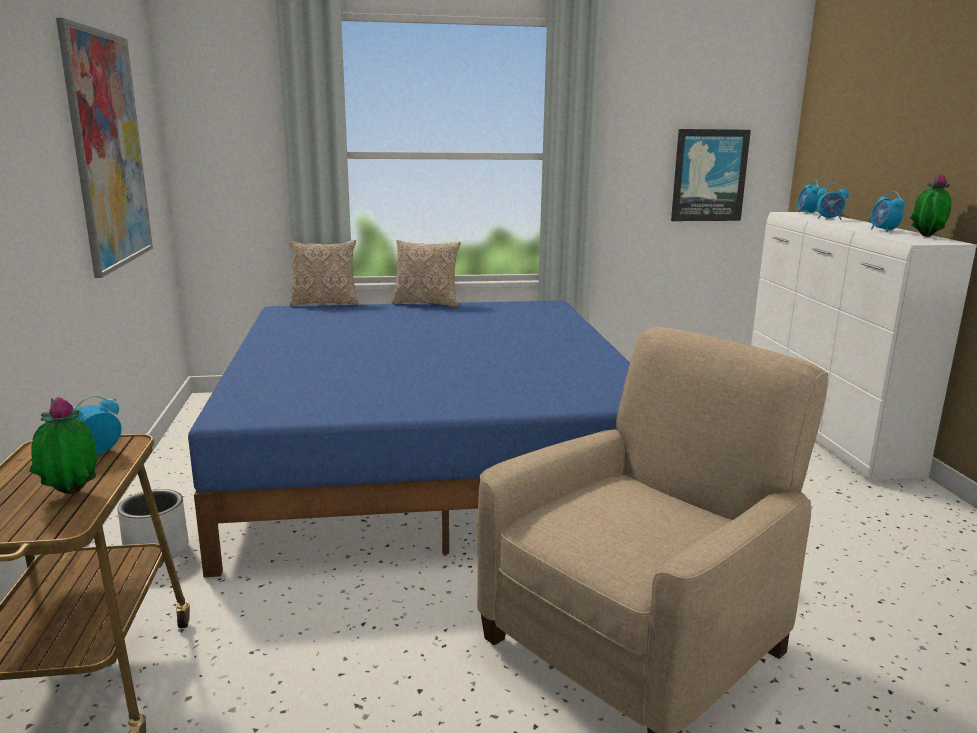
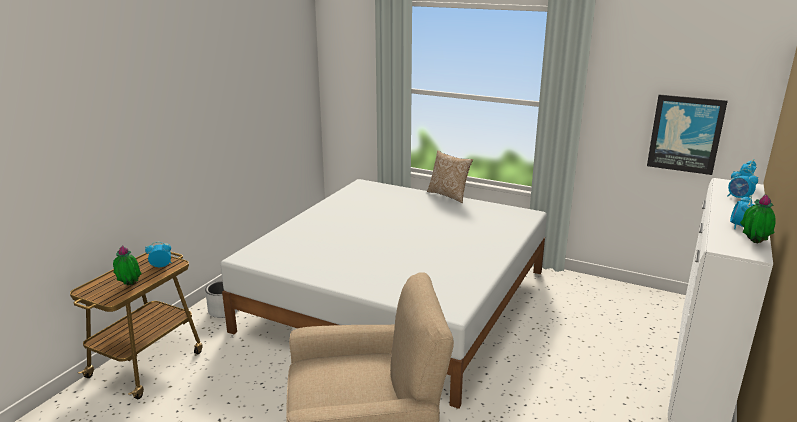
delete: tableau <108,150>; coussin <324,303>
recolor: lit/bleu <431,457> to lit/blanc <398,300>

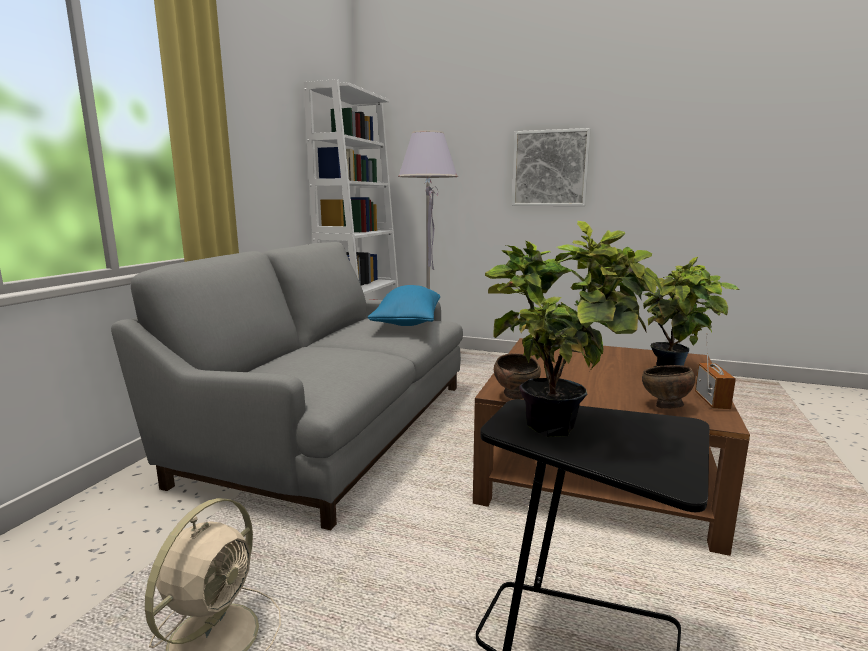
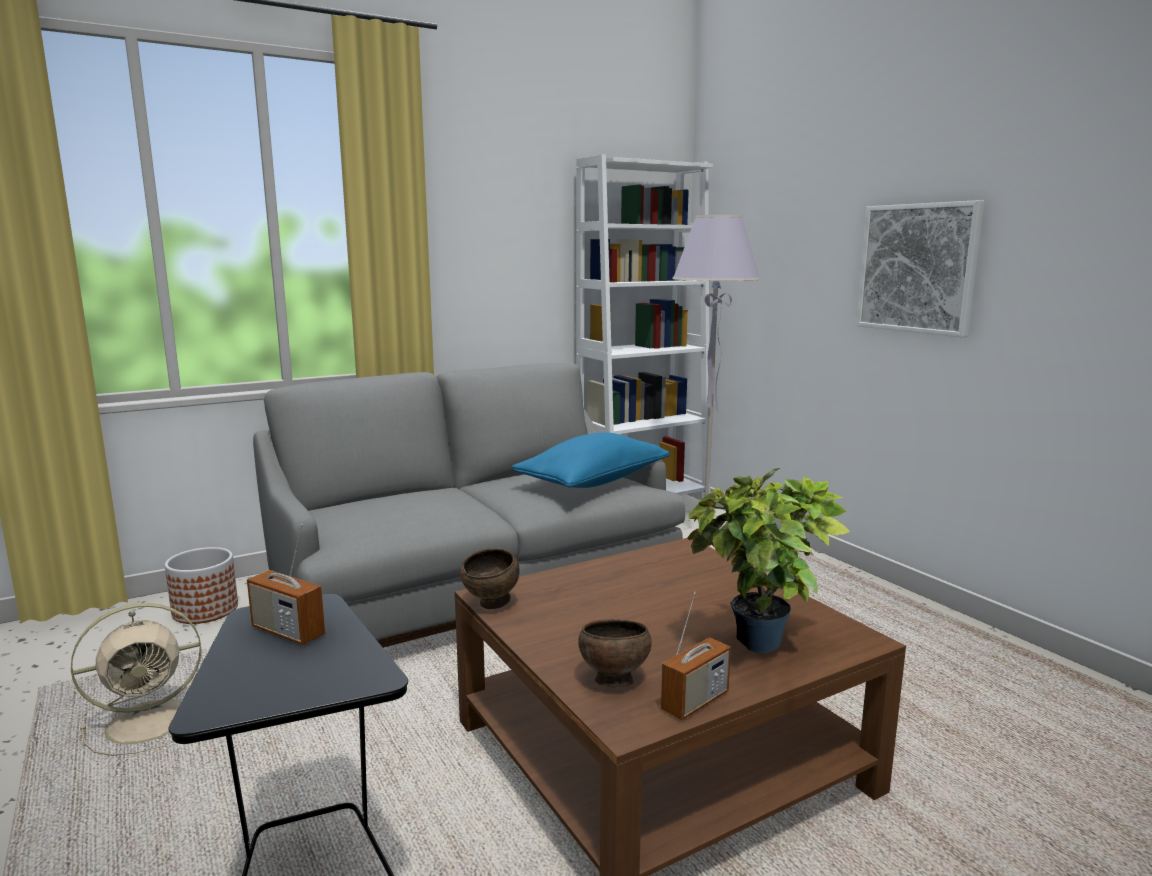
insert: cache-pot <206,610>
replace: plante en pot <562,426> to radio <288,632>

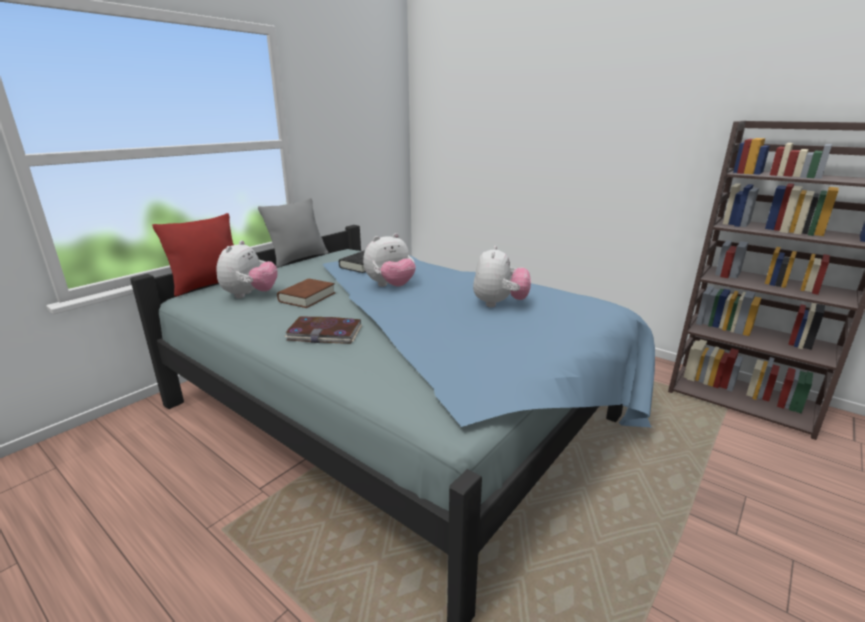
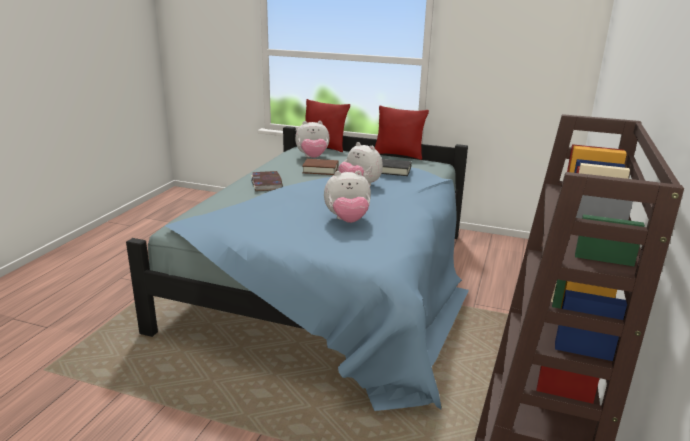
recolor: coussin/gris <298,259> to coussin/rouge <398,155>

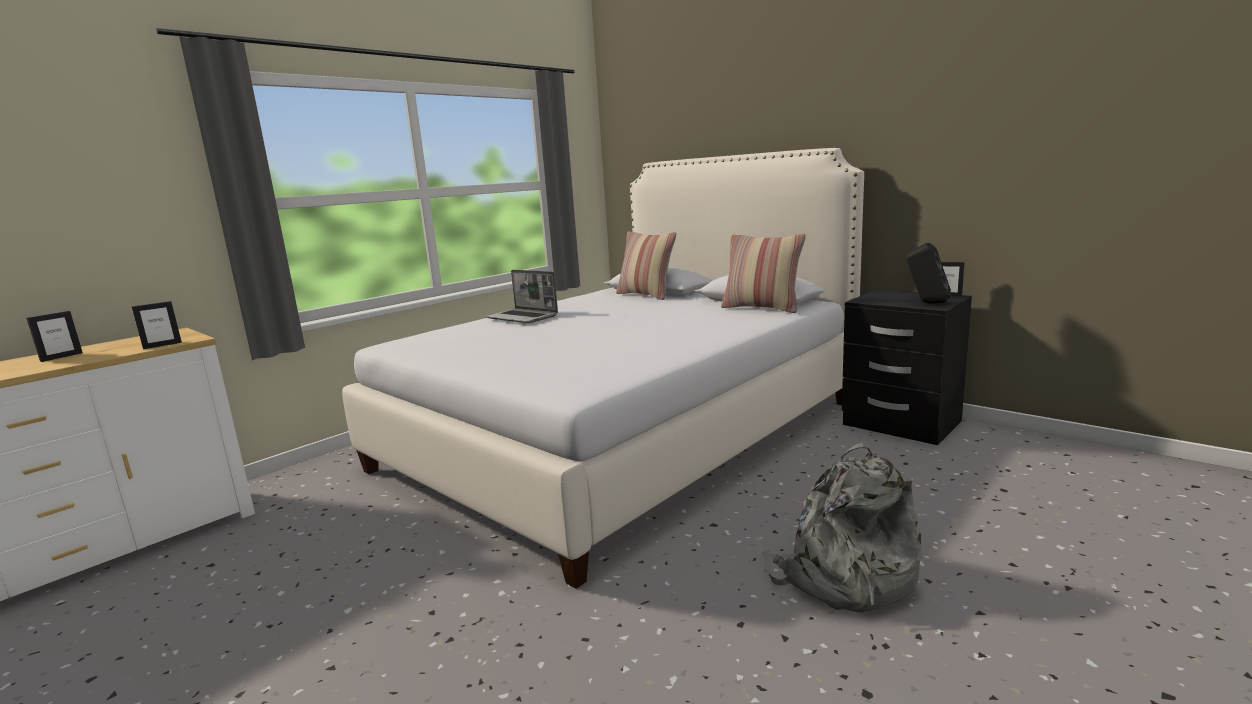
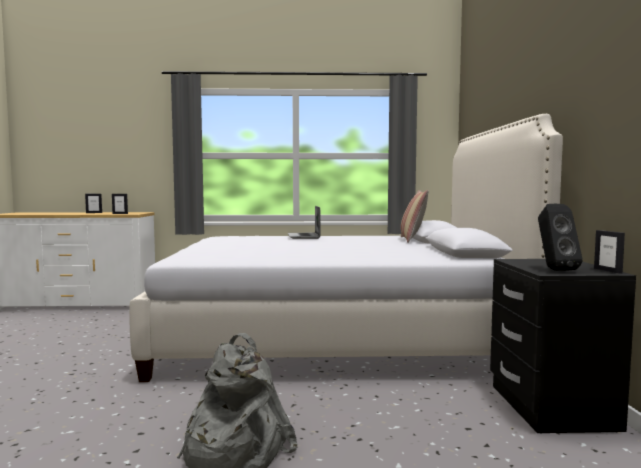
delete: coussin <762,308>

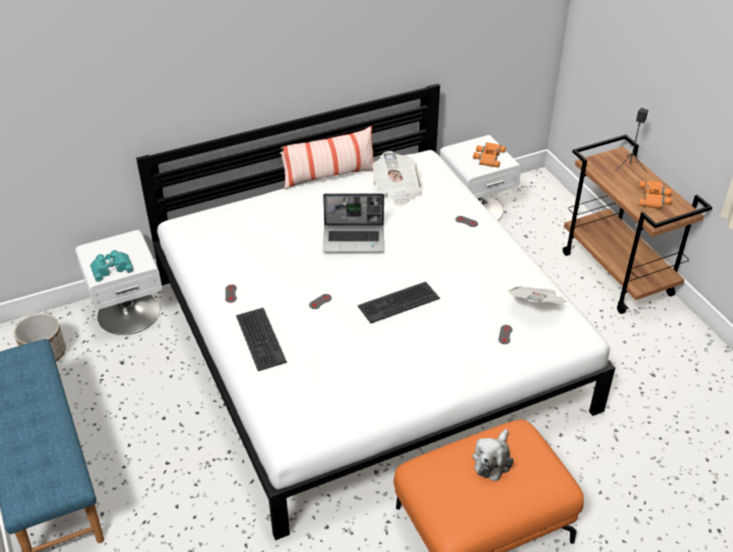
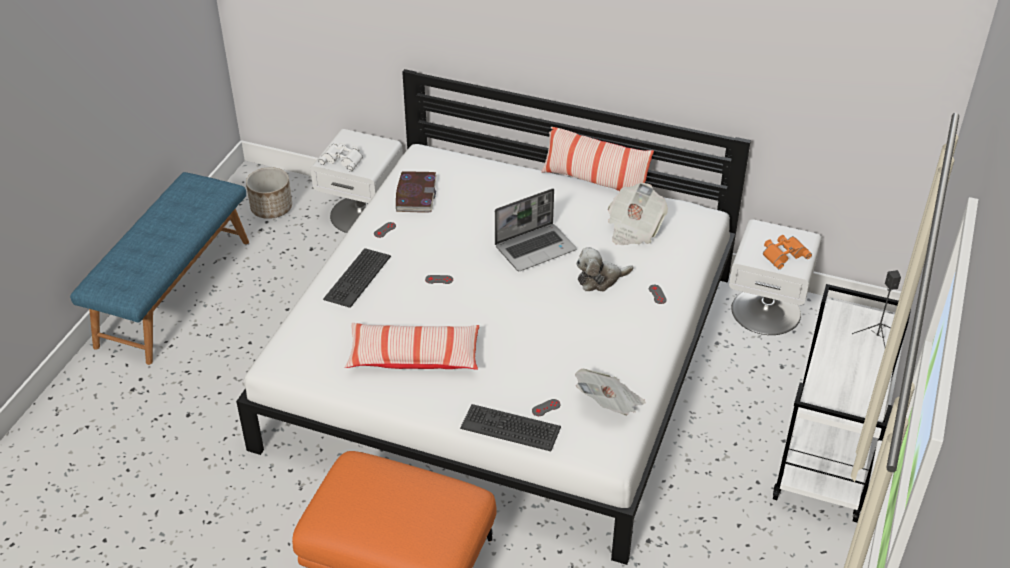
delete: jumelles/orange <654,198>
insert: livre <415,194>; coussin <414,357>
move: clavier <398,302> to <510,427>; peluche <492,460> to <600,279>
recolor: chariot/marron <618,274> to chariot/blanc <826,463>; jumelles/turquoise <111,267> to jumelles/blanc <343,159>
rotate: ordinateur portable <354,239> = <535,248> 75 degrees counterclockwise

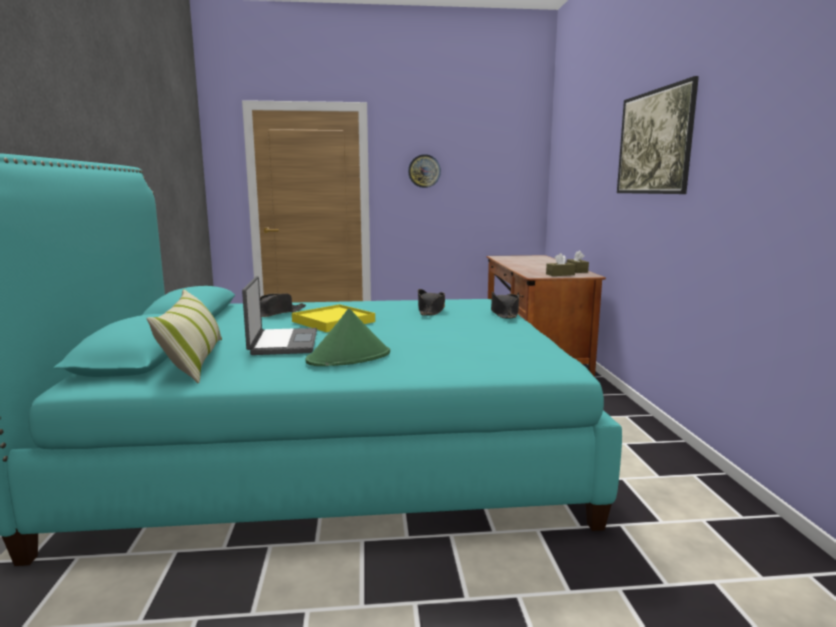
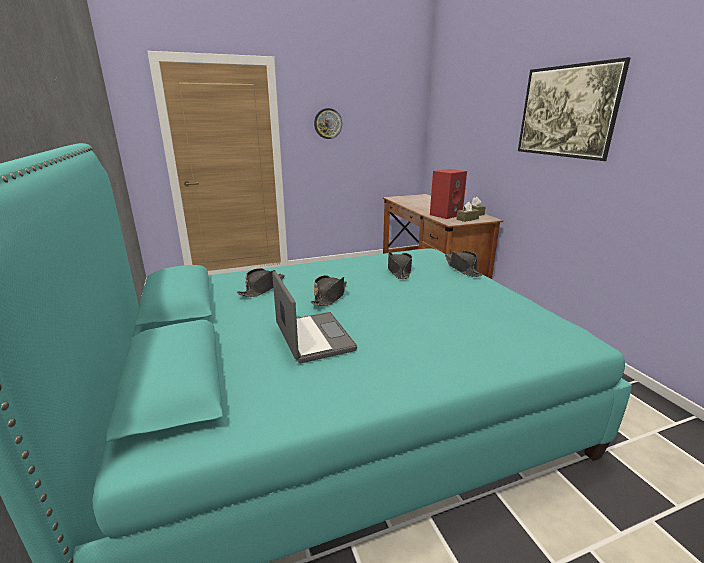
delete: coussin <194,360>; chapeau/vert <349,357>
insert: enceinte/rouge <445,215>
replace: plateau/jaune <333,322> to chapeau/noir <330,296>

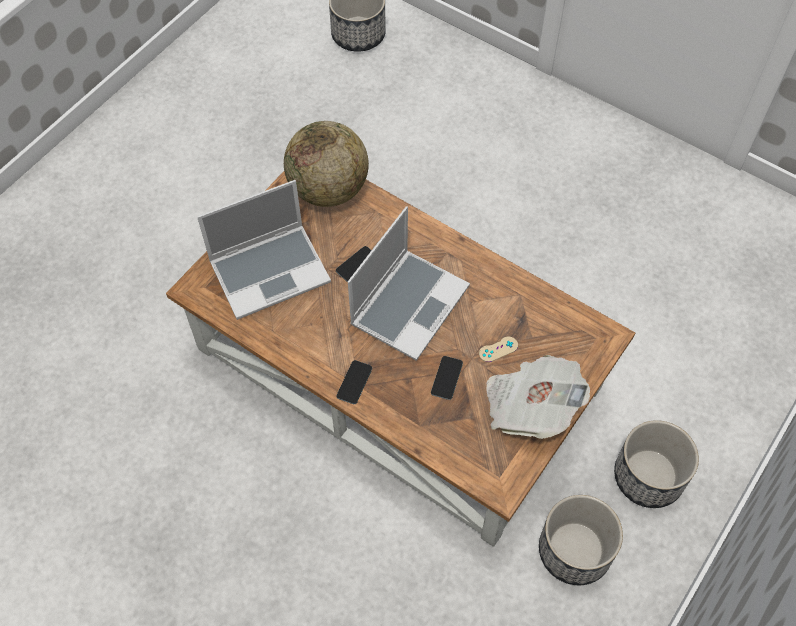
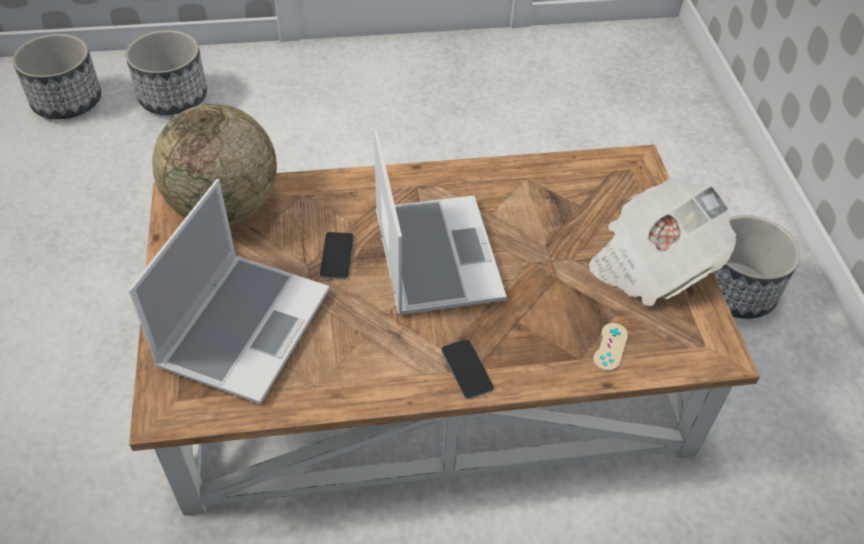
delete: téléphone <446,378>
move: manette/beige <498,349> to <610,347>; cache-pot <575,551> to <174,97>

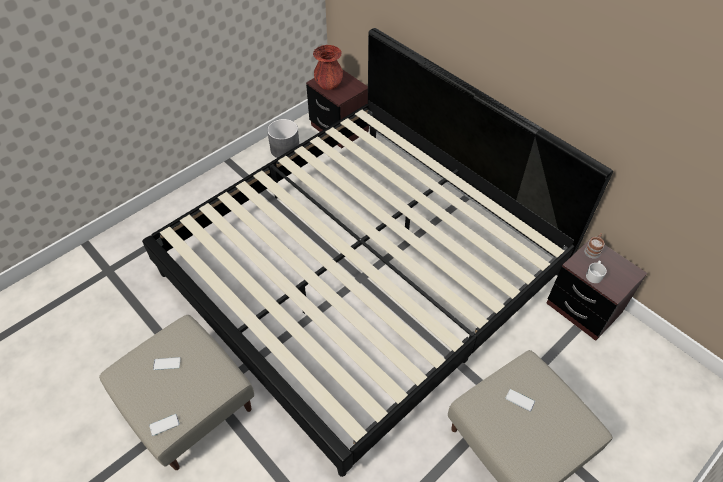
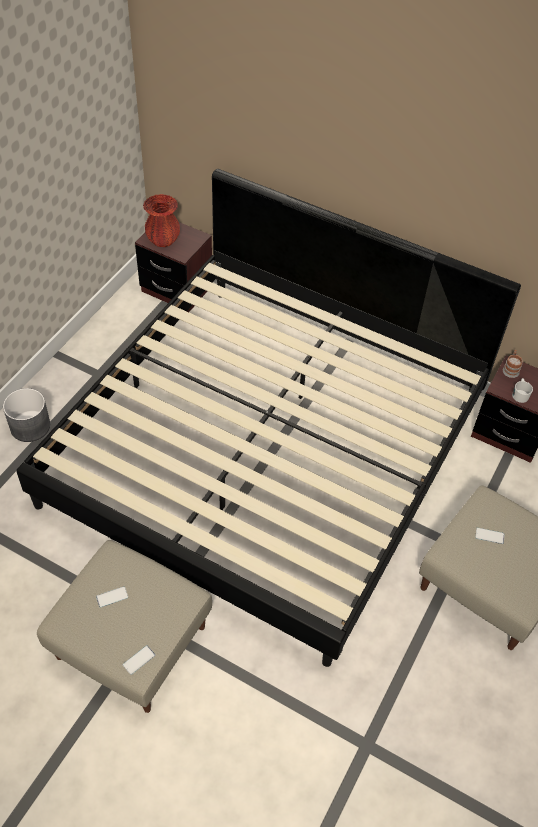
move: cache-pot/gris <285,149> to <30,426>

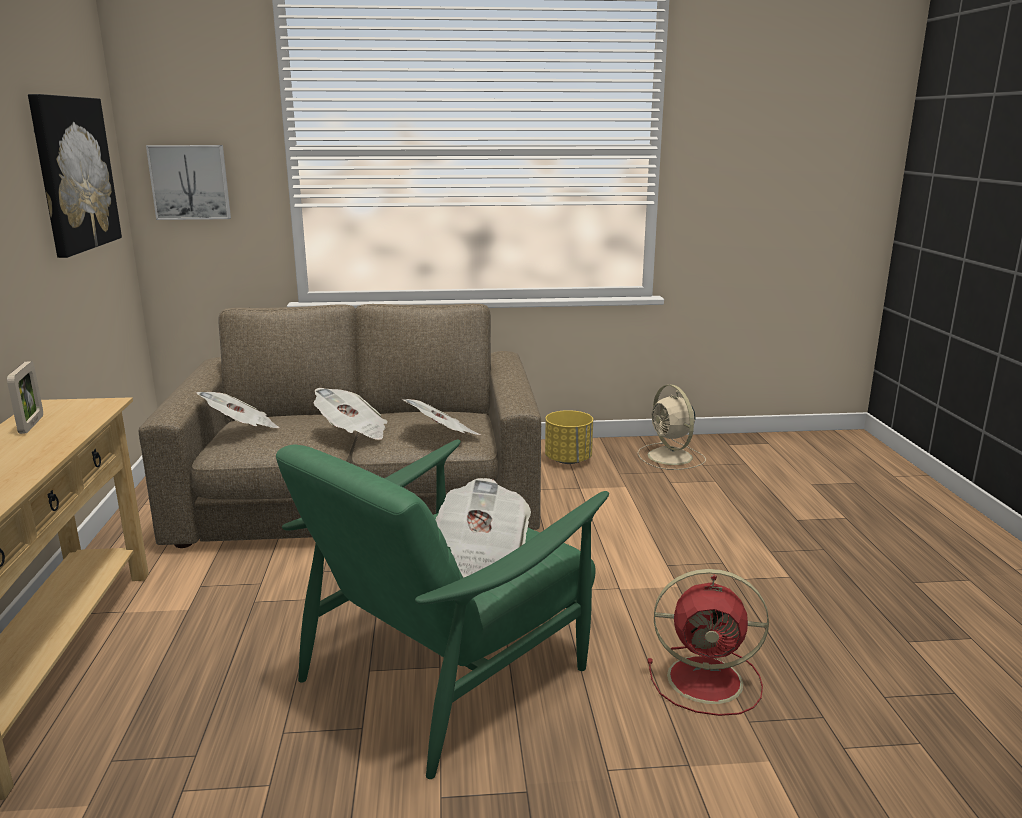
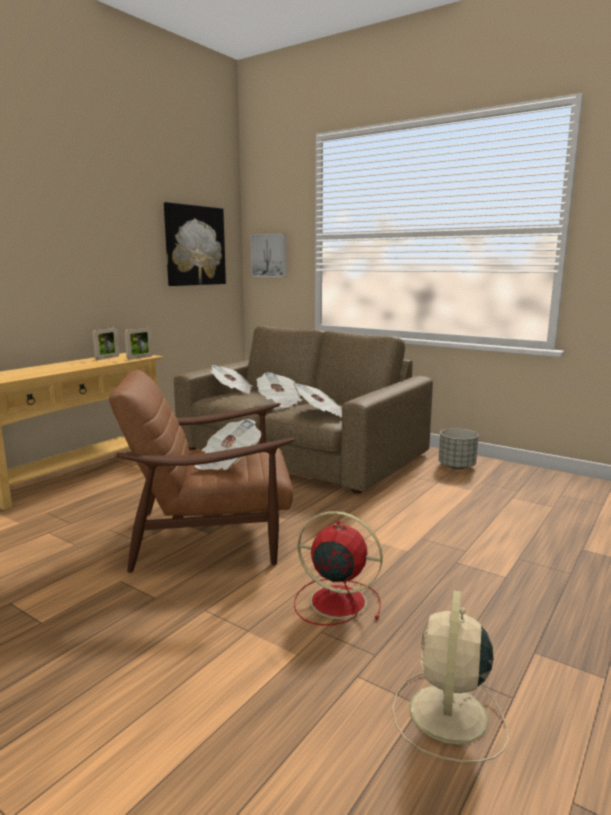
insert: cadre photo <140,357>
move: ventilateur/beige <671,457> to <448,716>
recolor: cache-pot/jaune <568,460> to cache-pot/gris <457,466>; fauteuil/vert <448,668> to fauteuil/marron <212,535>
rotate: ventilateur/rouge <708,680> = <335,601> 150 degrees clockwise

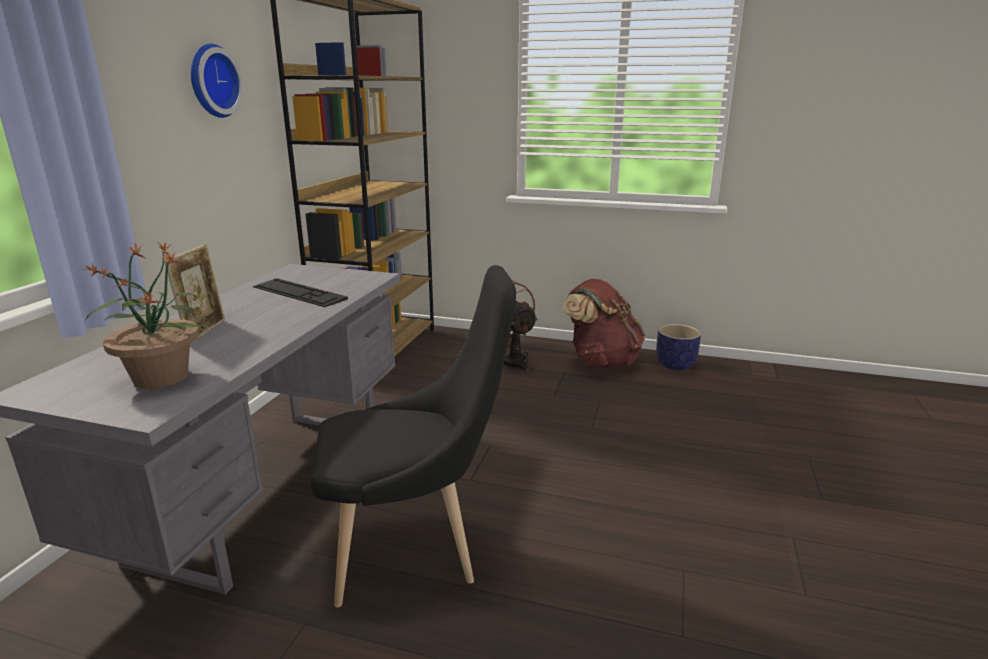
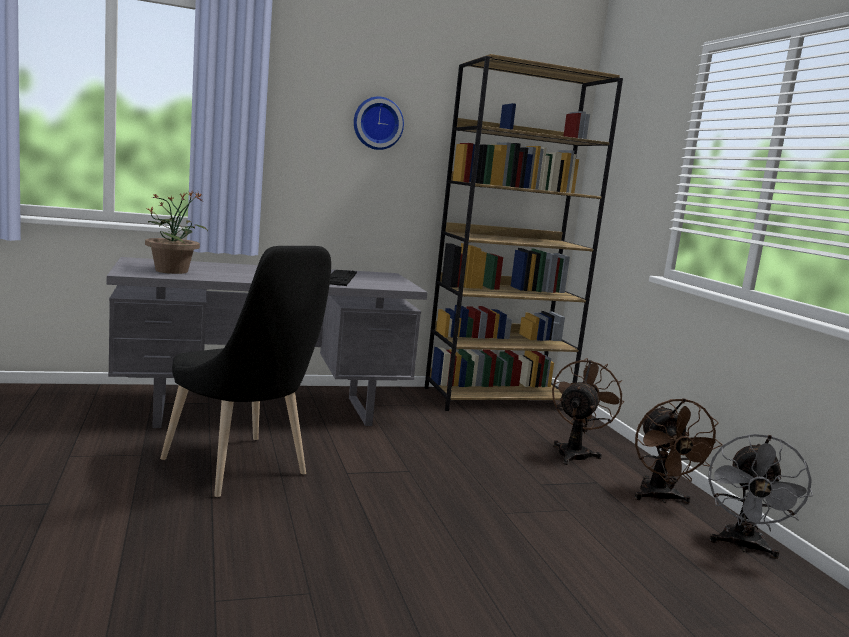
delete: cadre photo <204,331>
replace: sac à dos/marron <601,361> to ventilateur/marron <660,498>; cache-pot <675,365> to ventilateur/gris <742,547>

